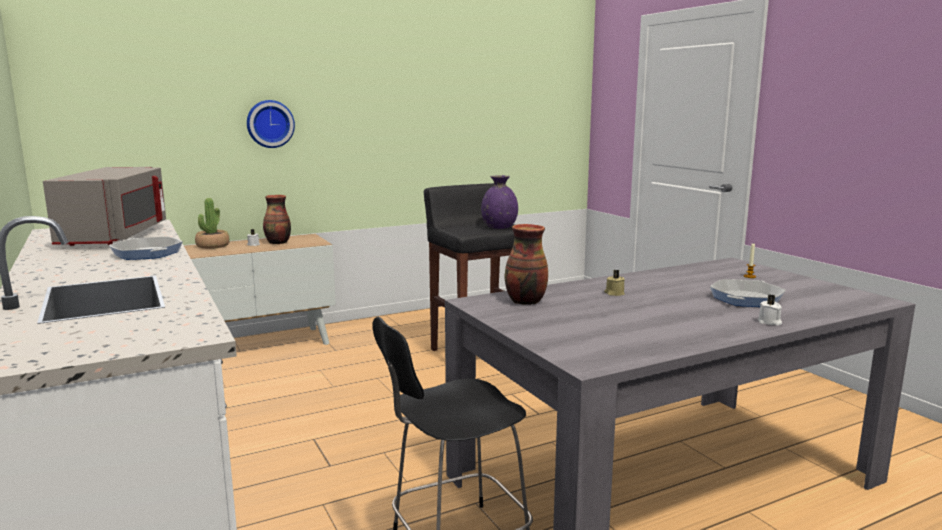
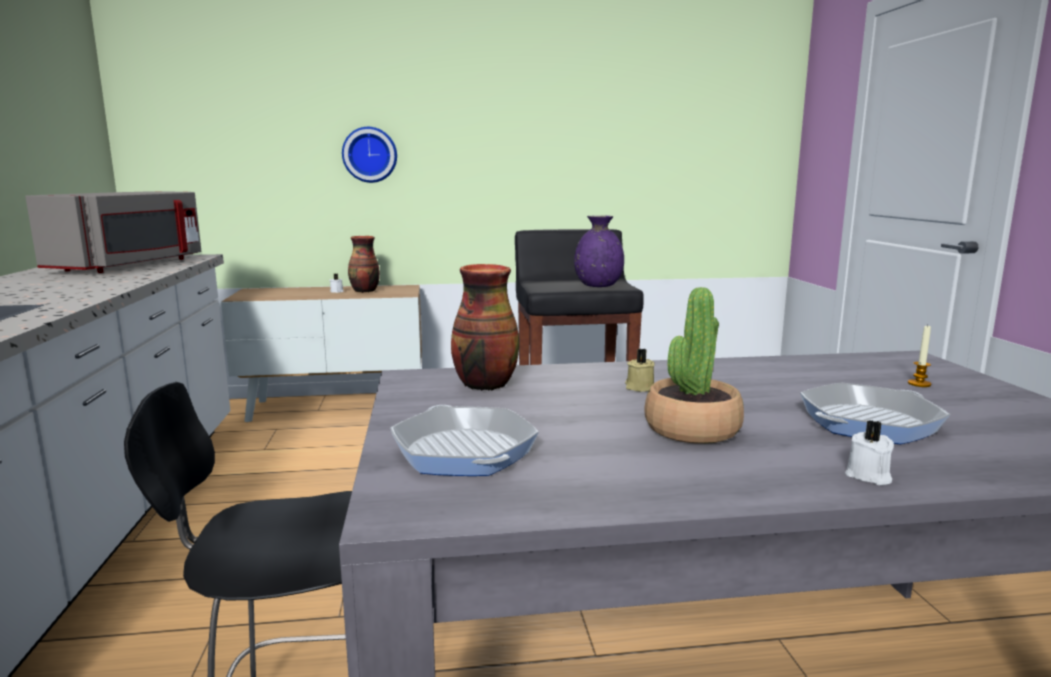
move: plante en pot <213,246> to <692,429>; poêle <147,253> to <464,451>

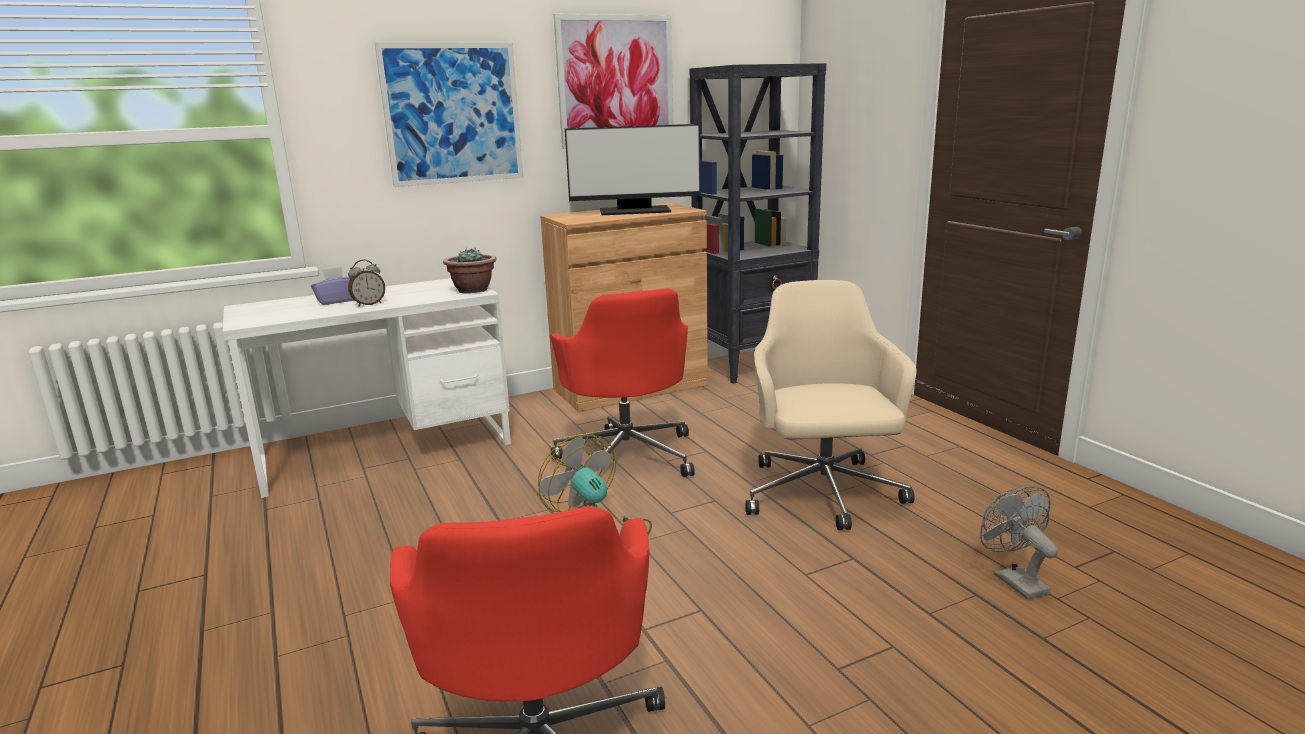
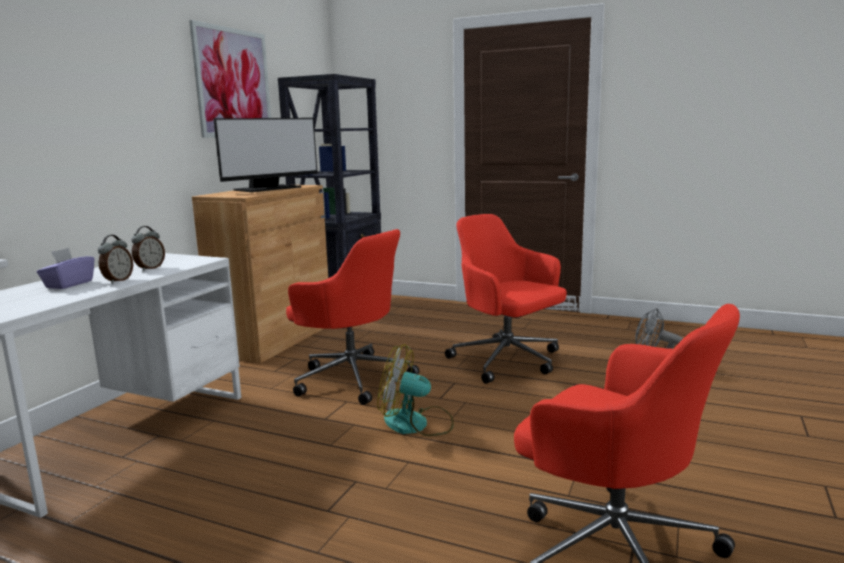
delete: tableau <453,114>; plante en pot <472,290>
insert: réveil <150,268>
recolor: chaise de bureau/beige <823,495> to chaise de bureau/rouge <507,361>

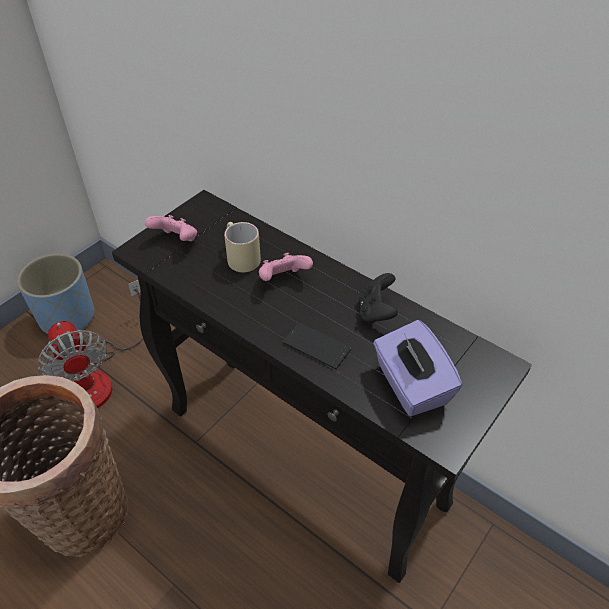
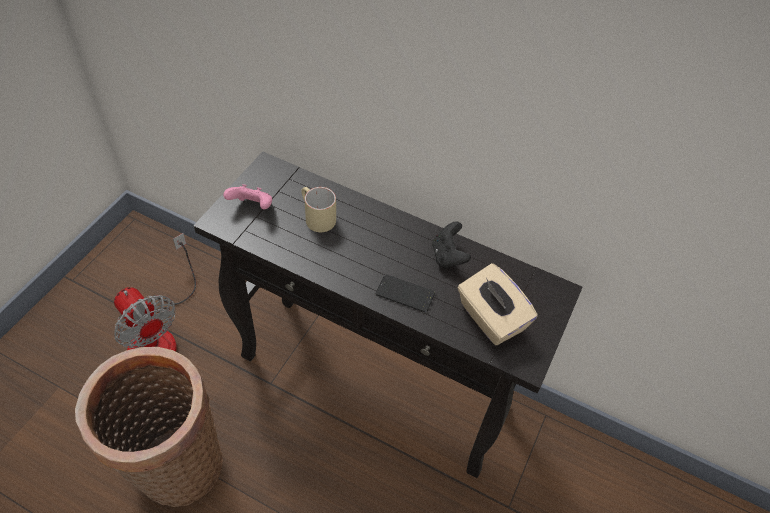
delete: cache-pot/bleu <67,317>; manette/rose <283,279>
recolor: boîte à mouchoirs/violet <410,385> to boîte à mouchoirs/beige <490,318>

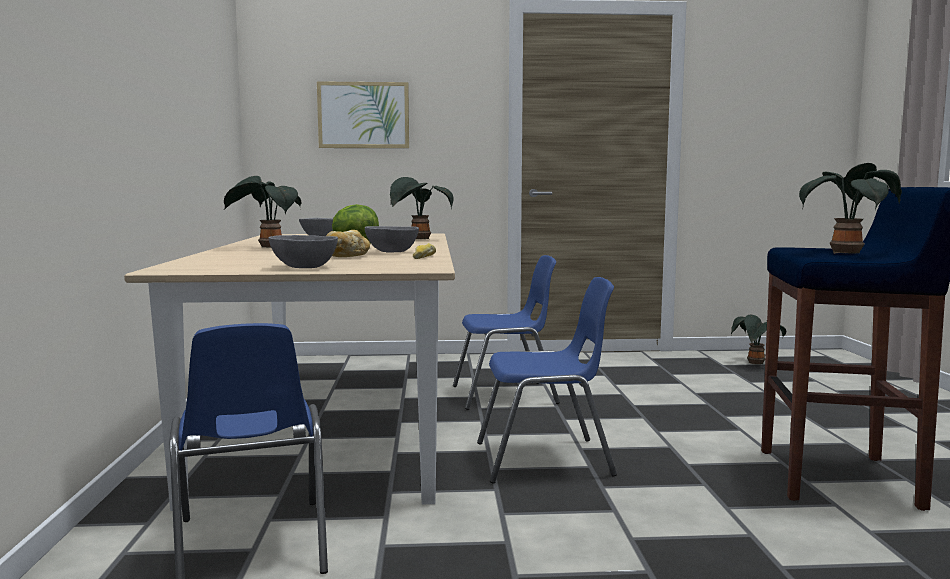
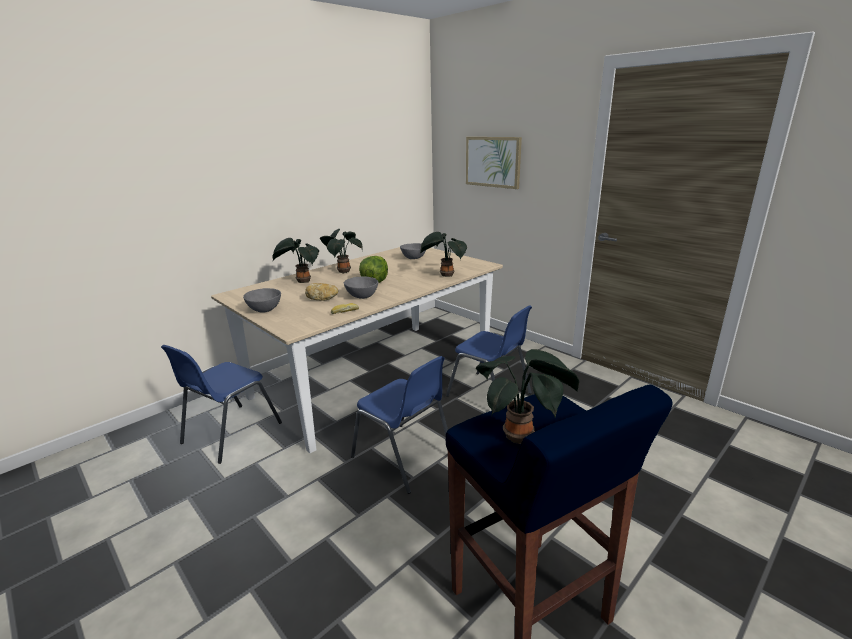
move: plante en pot <755,364> to <302,281>

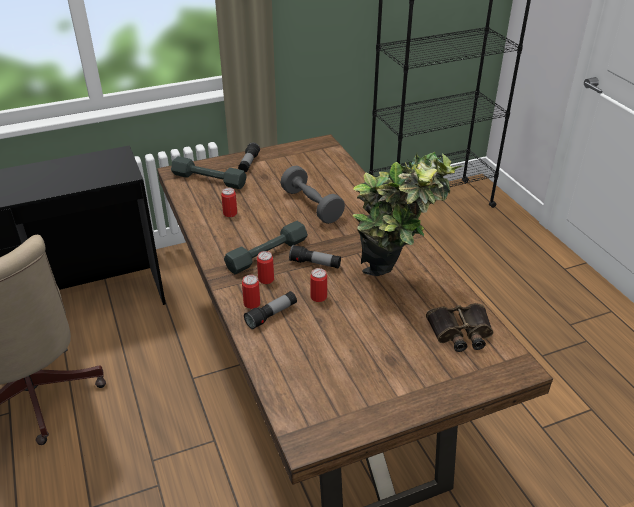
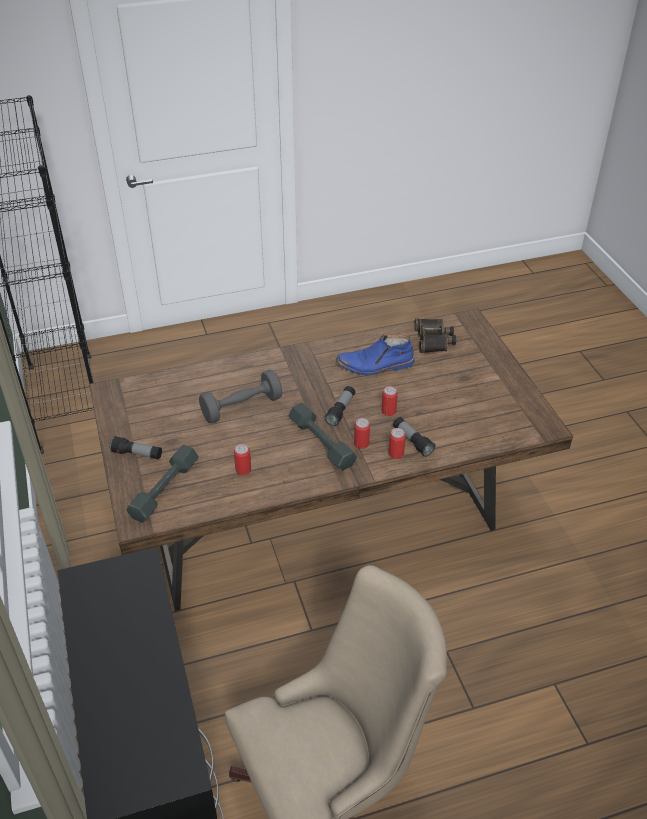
replace: plante en pot <395,285> to botte/bleu <375,365>

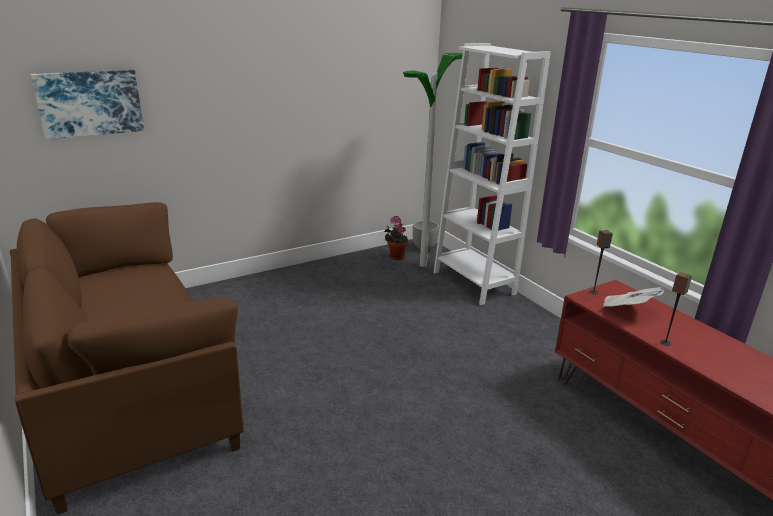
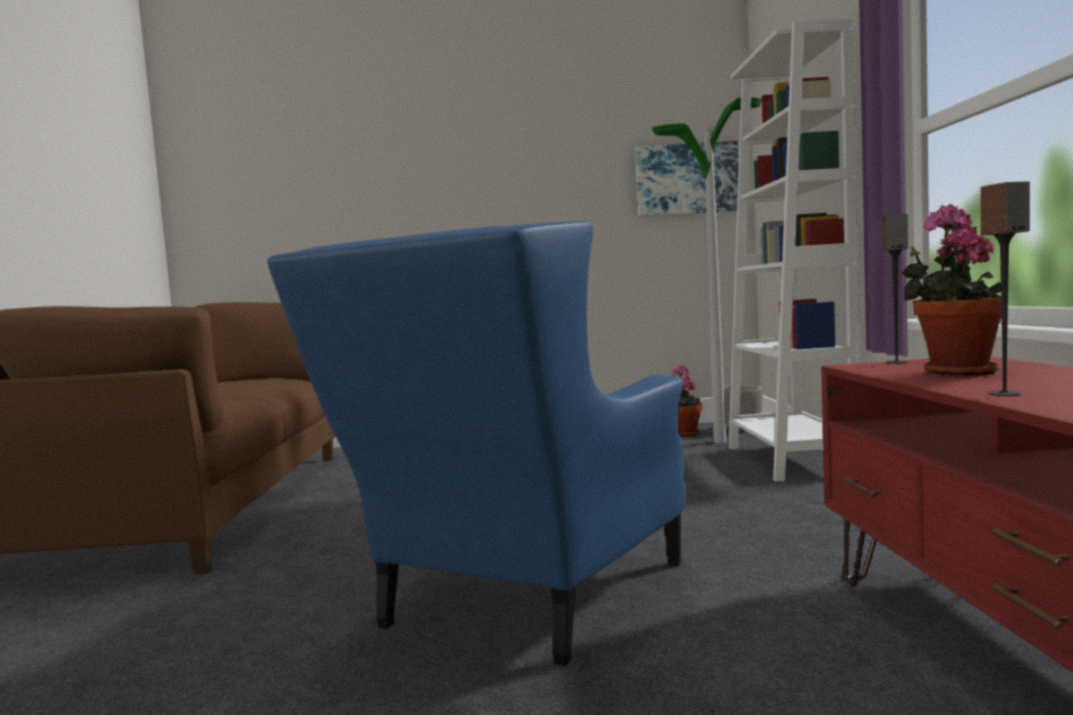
insert: fauteuil/bleu <514,602>
move: tableau <90,103> to <686,179>
replace: journal <627,310> to plante en pot <954,372>

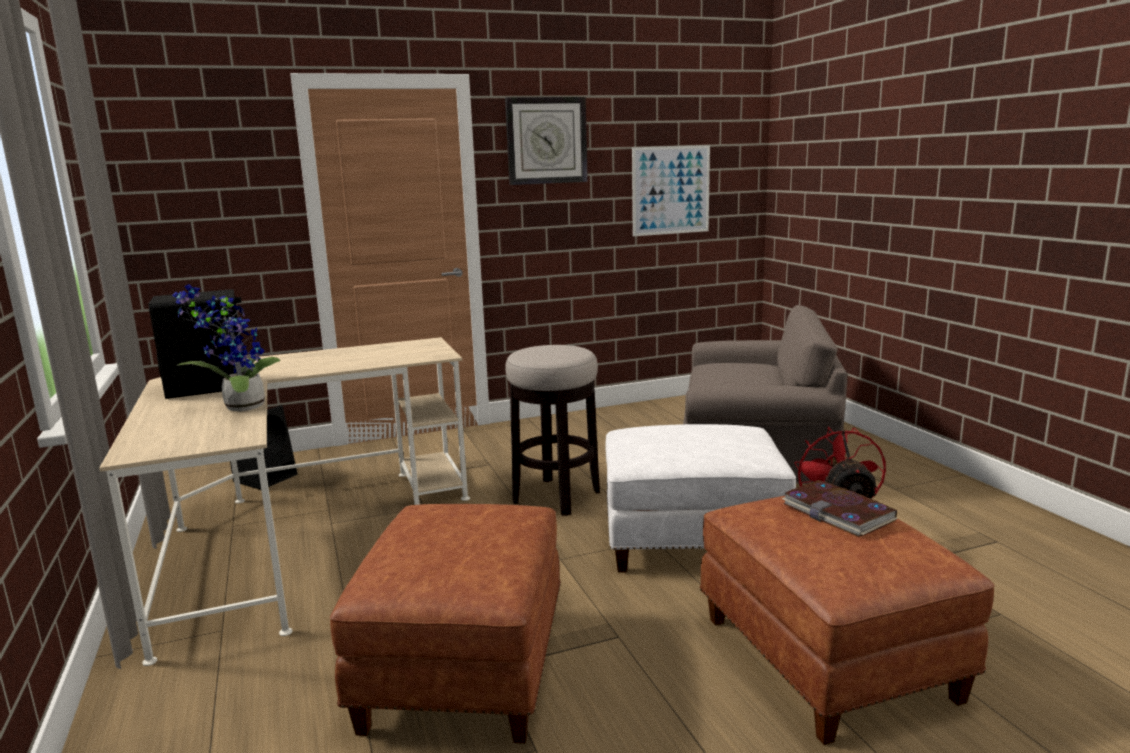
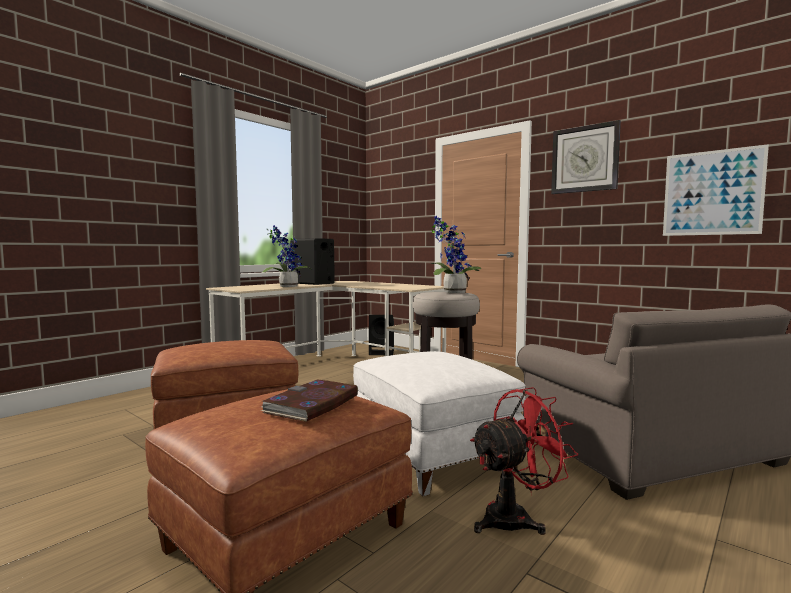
insert: plante en pot <451,292>

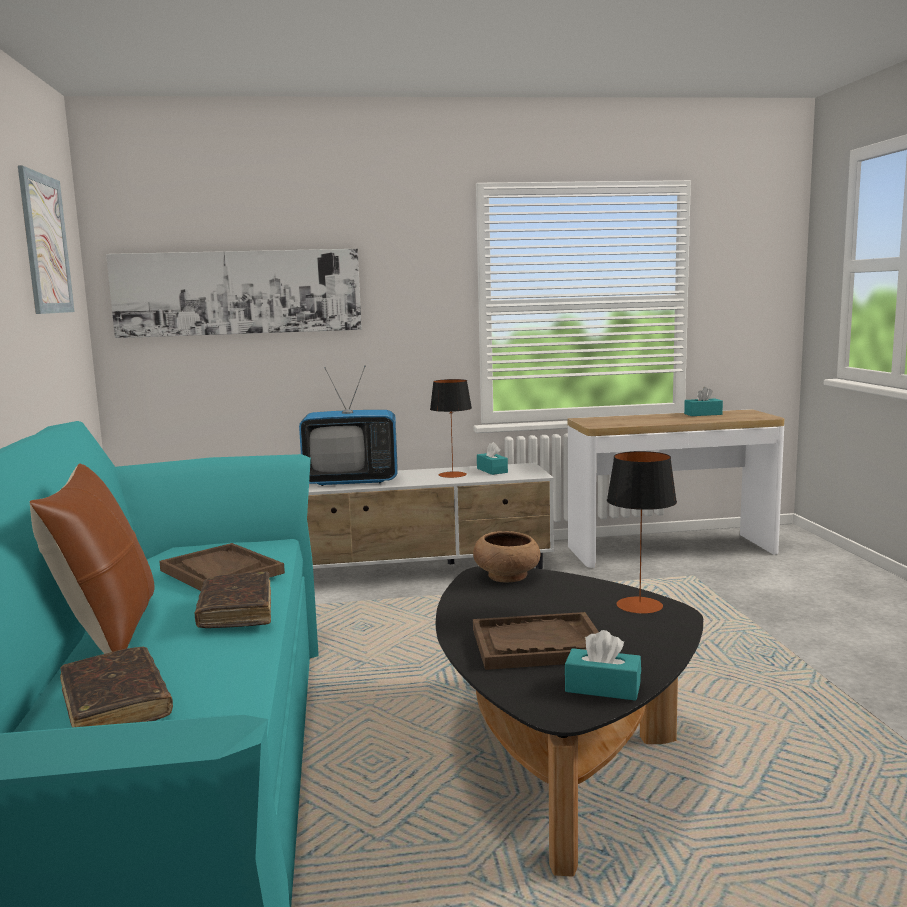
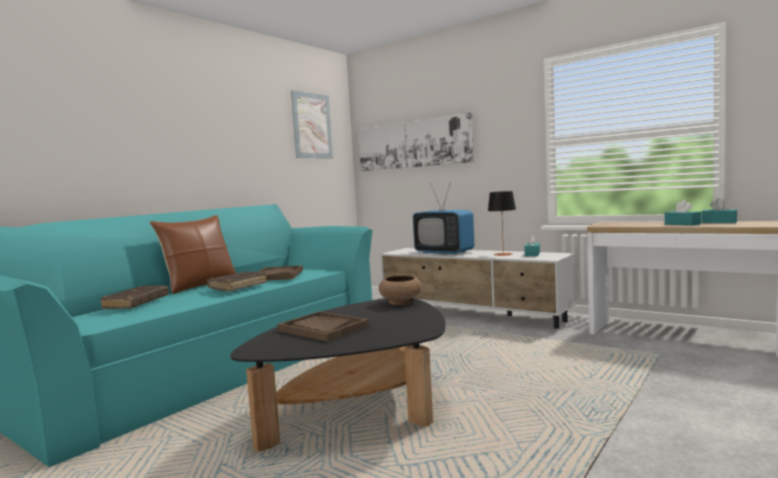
delete: lampe de table <639,605>
move: boîte à mouchoirs/turquoise <602,688> to <682,224>

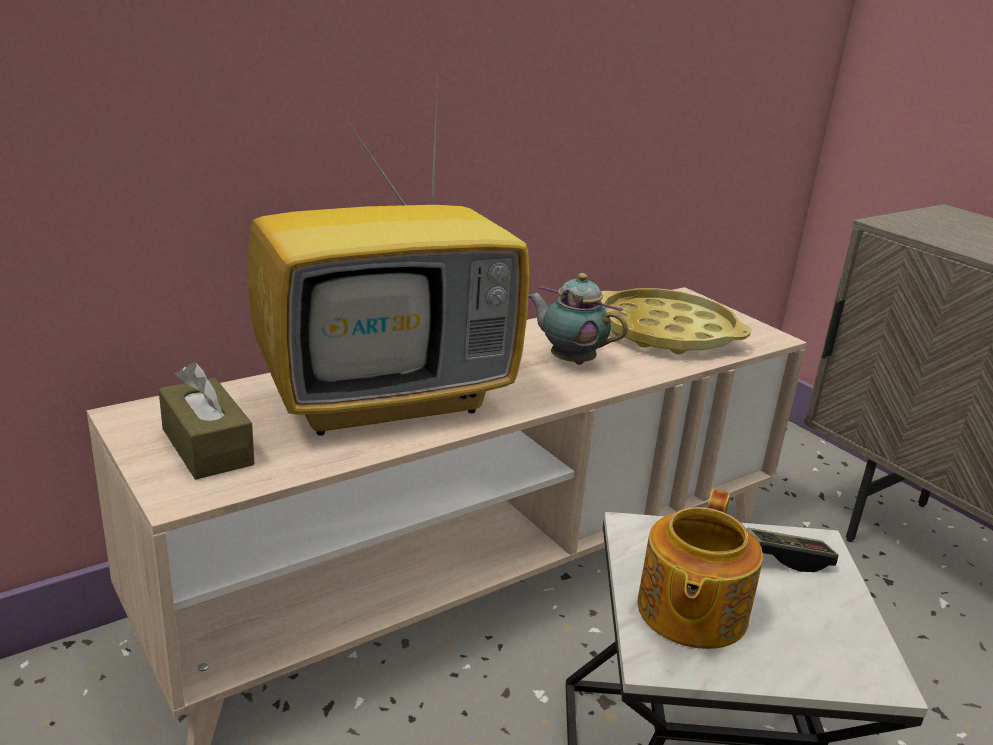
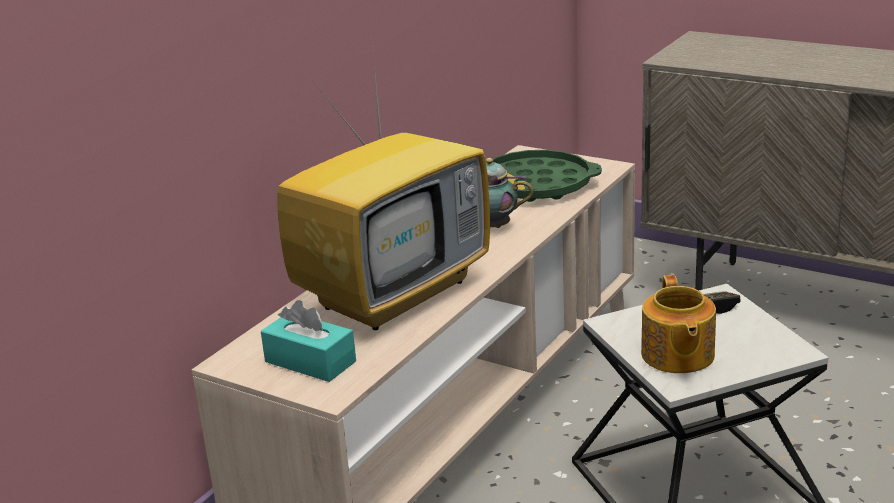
recolor: plateau/jaune <666,332> to plateau/vert <536,185>; boîte à mouchoirs/marron <207,447> to boîte à mouchoirs/turquoise <310,361>

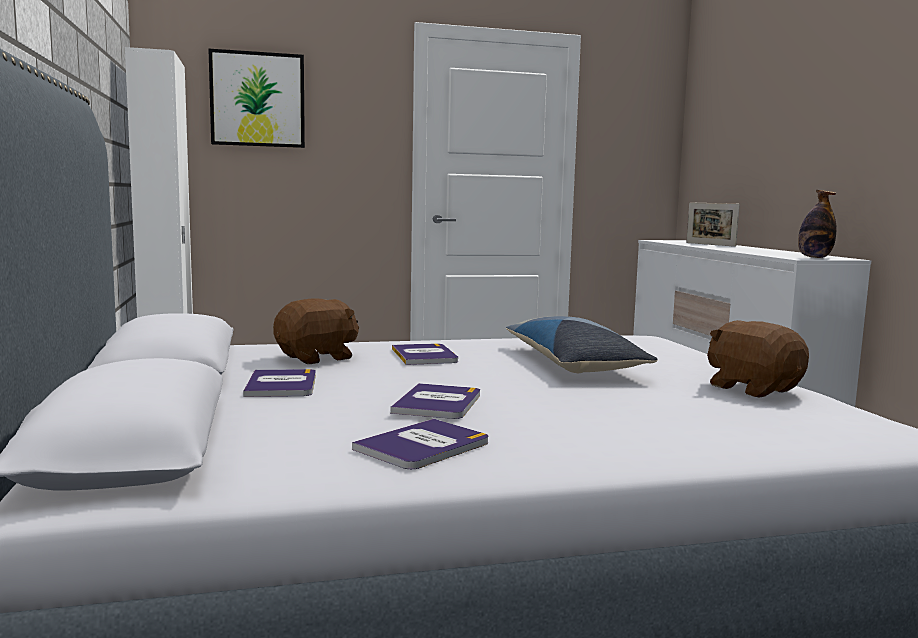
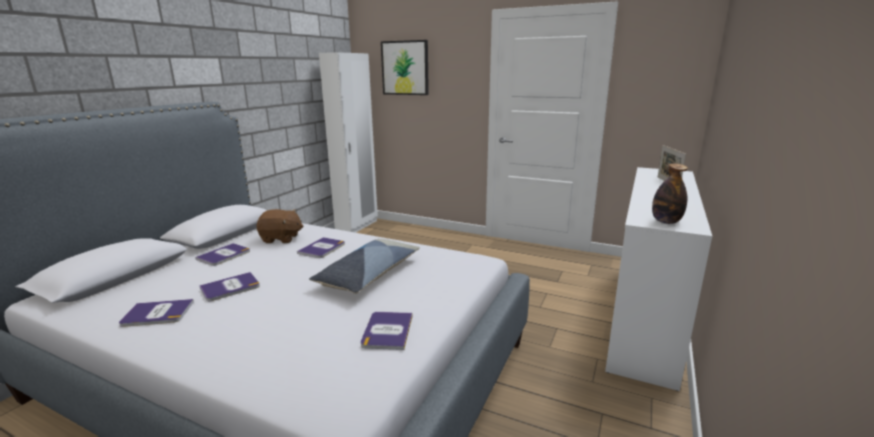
replace: peluche/marron <753,389> to livre <387,331>

